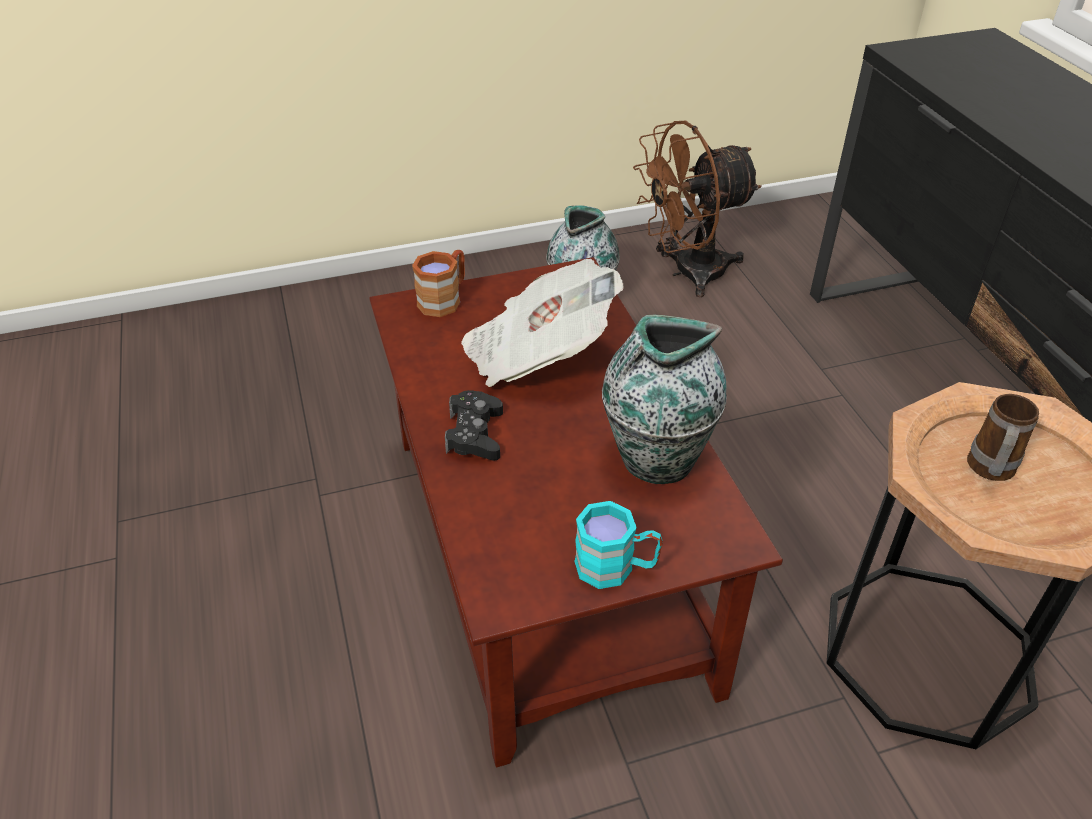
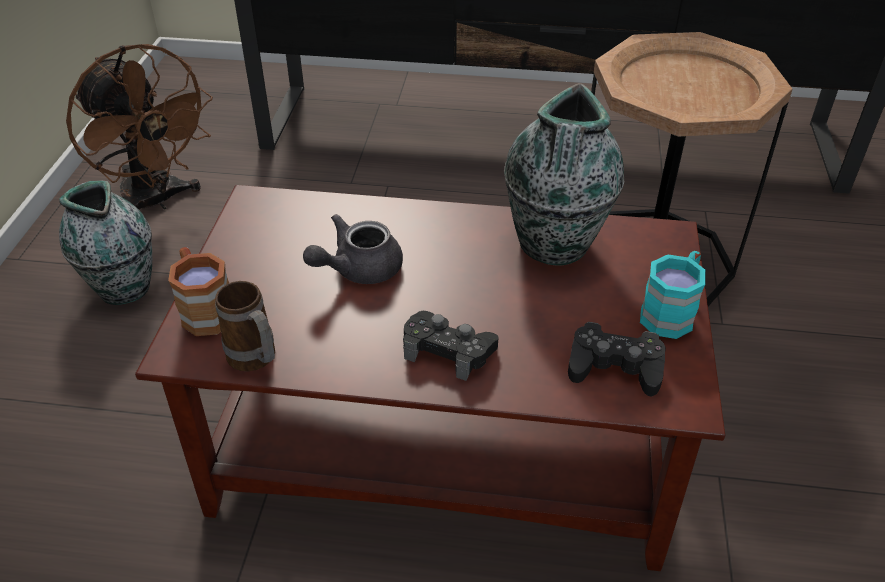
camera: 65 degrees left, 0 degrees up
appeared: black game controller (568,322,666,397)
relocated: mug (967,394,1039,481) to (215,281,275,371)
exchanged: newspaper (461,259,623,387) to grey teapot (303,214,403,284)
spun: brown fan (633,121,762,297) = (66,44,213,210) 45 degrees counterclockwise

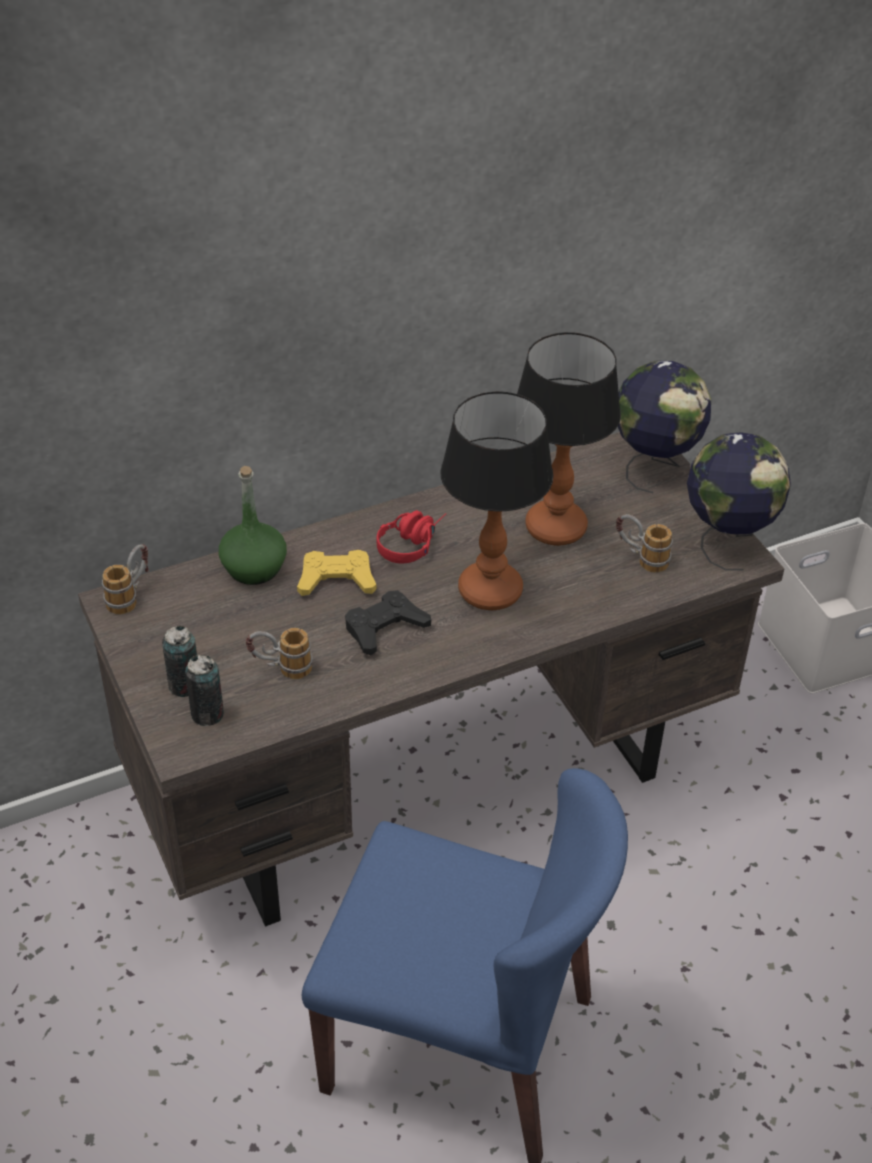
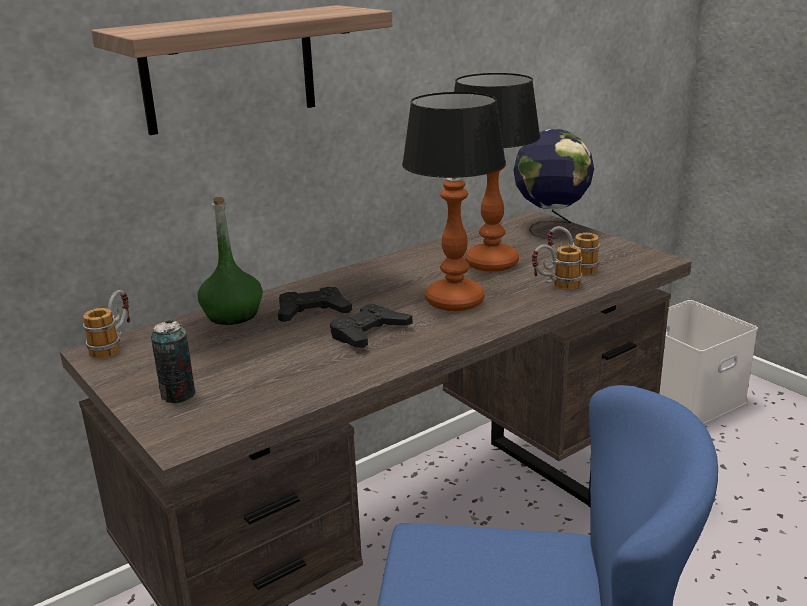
camera: 10 degrees left, 20 degrees down
missing: globe (687,432,791,570); red headphones (377,510,447,563); can (185,654,224,726)
appeared: shelf (91,5,392,135)
relocated: mug (246,628,313,679) to (532,244,582,290)
colour: yellow game controller (297,550,376,596) to black game controller (278,287,352,322)

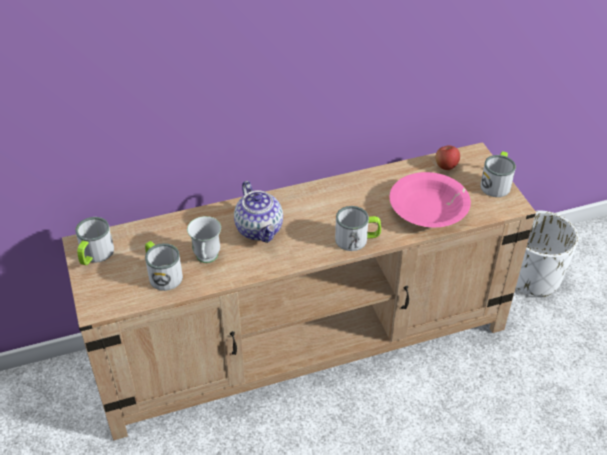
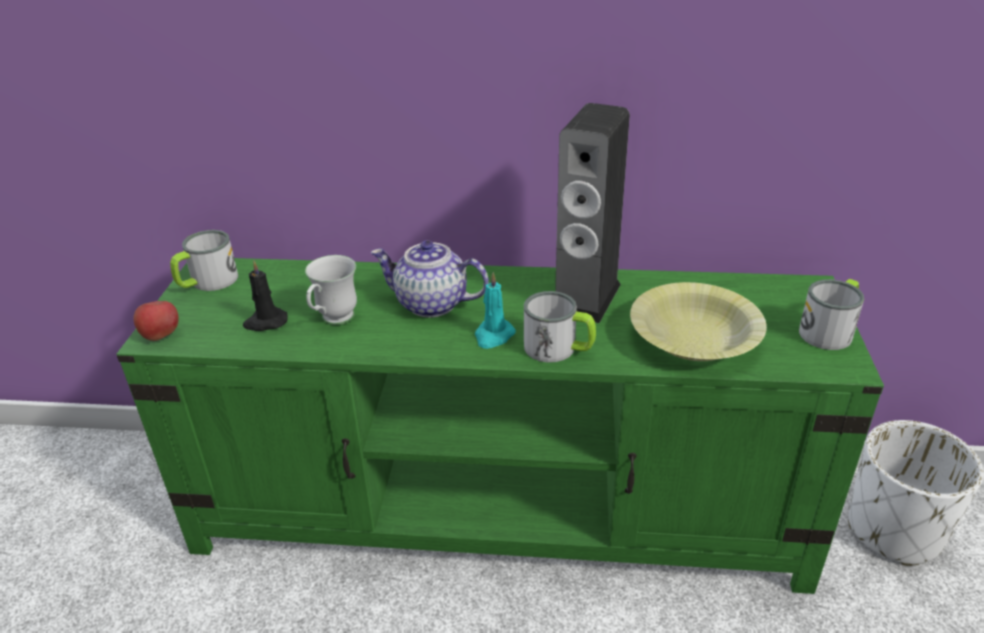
camera: 25 degrees right, 10 degrees down
appeared: speaker (555,103,630,323); turquoise candle (475,272,516,349)
relocated: apple (436,145,460,170) to (134,301,179,341)
exchanged: mug (145,241,183,291) to black candle (243,260,288,331)
colour: beige tv stand (62,142,536,440) to green tv stand (116,258,884,594); pink bowl (390,172,471,227) to yellow bowl (630,282,767,361)
spun: teapot (234,181,283,243) = (371,240,489,318) 105 degrees clockwise

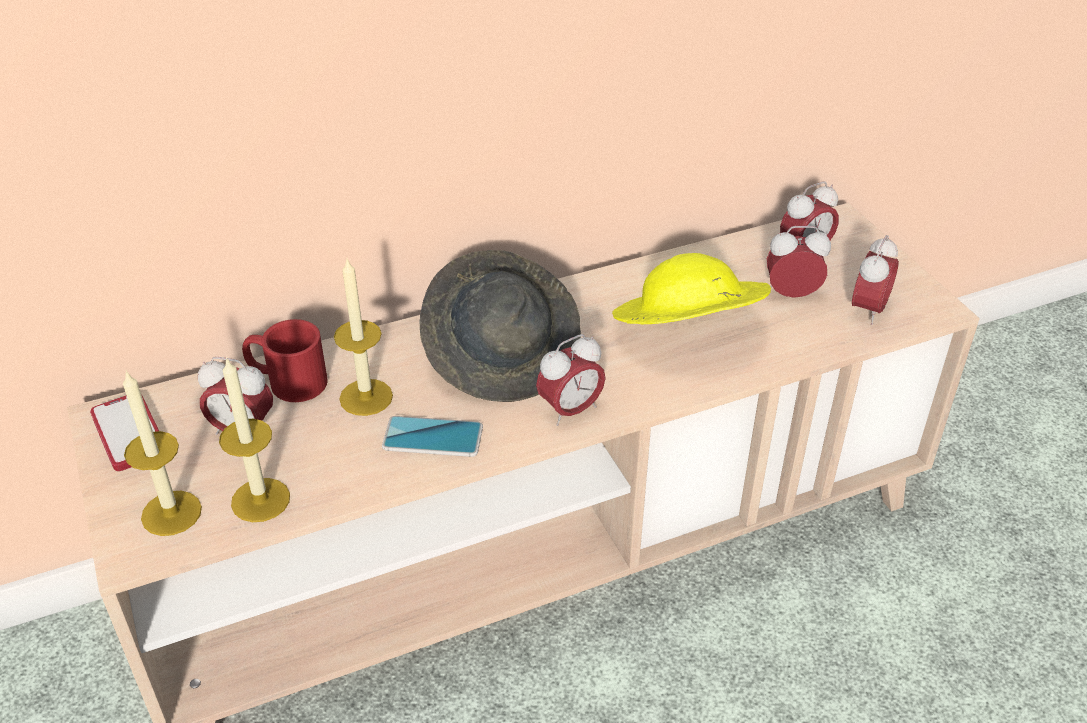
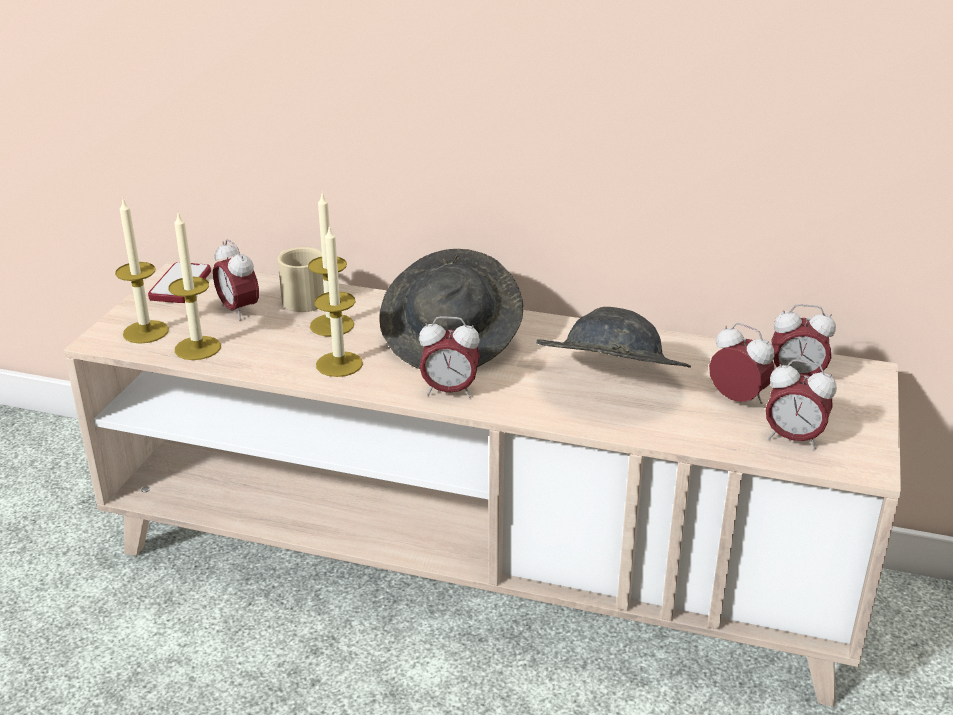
camera: 40 degrees right, 10 degrees down
exchanged: phone (382,416,483,457) to candle (314,225,363,377)
colour: yellow hat (612,253,771,324) to grey hat (536,307,691,368); red mug (242,319,328,402) to beige mug (277,247,324,312)
spun: alarm clock (852,235,899,325) = (766,359,836,450) 45 degrees clockwise

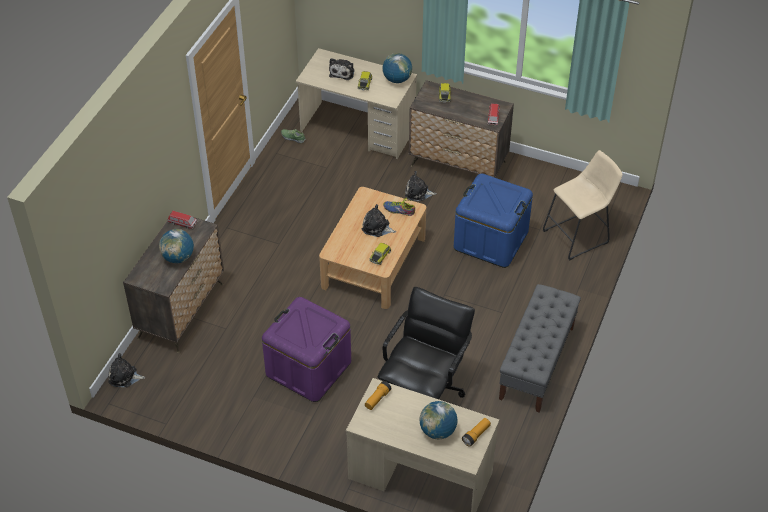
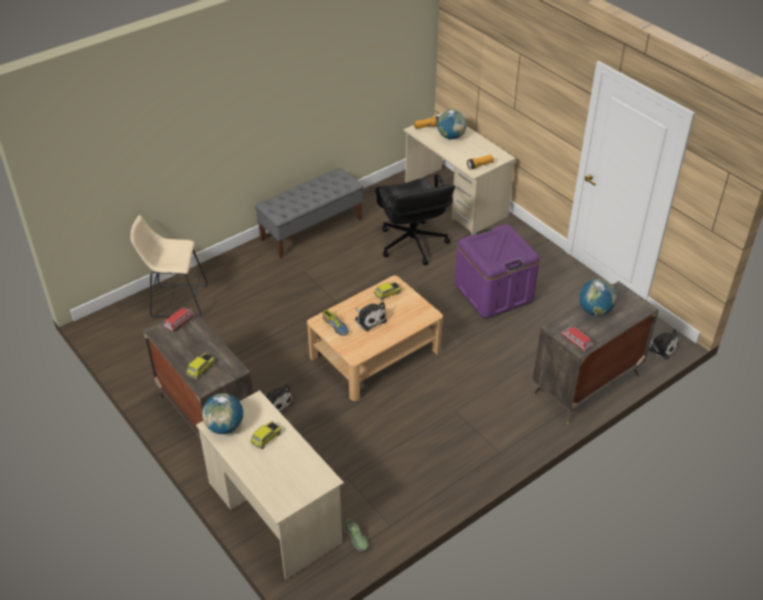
camera: 150 degrees left, 5 degrees down
missing: plush toy (329,58,354,80); blue storage box (454,174,533,268)
spun: black office chair (378,287,475,399) = (375,174,455,265) 75 degrees counterclockwise

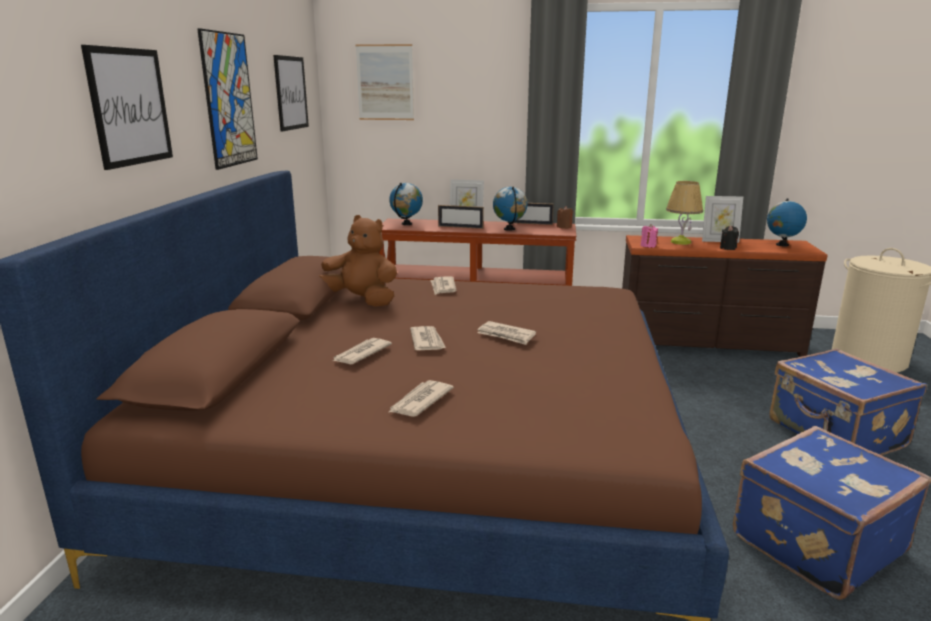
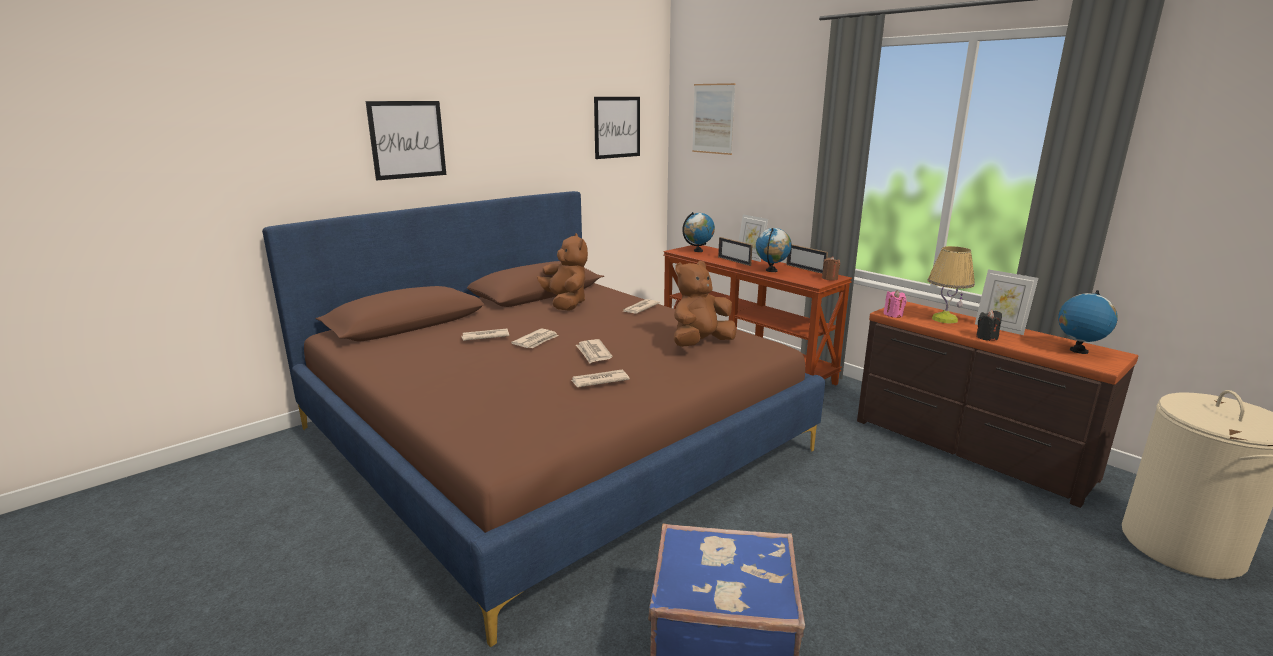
camera: 40 degrees right, 0 degrees up
missing: picture (197,28,258,170); blue suitcase (769,349,927,456)
appeared: brown plush toy (674,261,736,347)
relocated: newspaper (389,380,454,417) to (571,370,630,387)

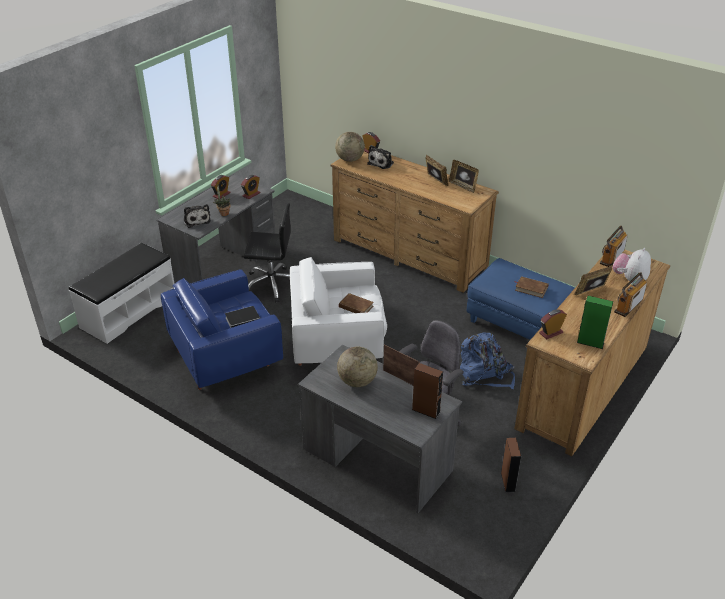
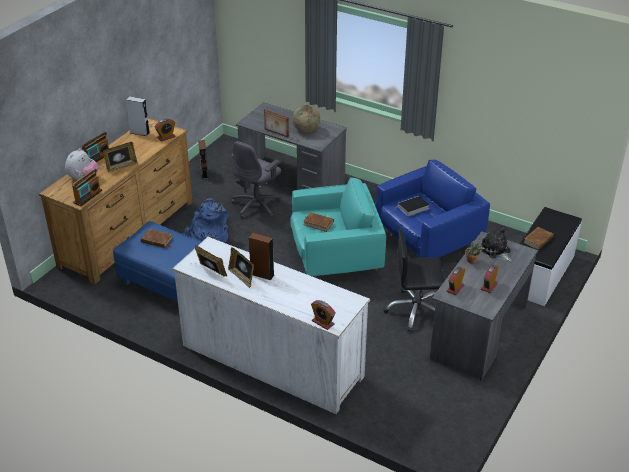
camera: 175 degrees right, 0 degrees up
missing: globe (335,132,365,162); plush toy (367,145,394,169)
appeared: brown book (523,227,553,250)
relocated: brown speaker (412,363,443,419) to (249,233,274,280)
colour: brown dresser (331,151,499,293) to white dresser (172,237,370,414); white armchair (290,257,387,366) to turquoise armchair (290,177,386,277); green speaker (577,296,613,349) to grey speaker (126,96,150,136)

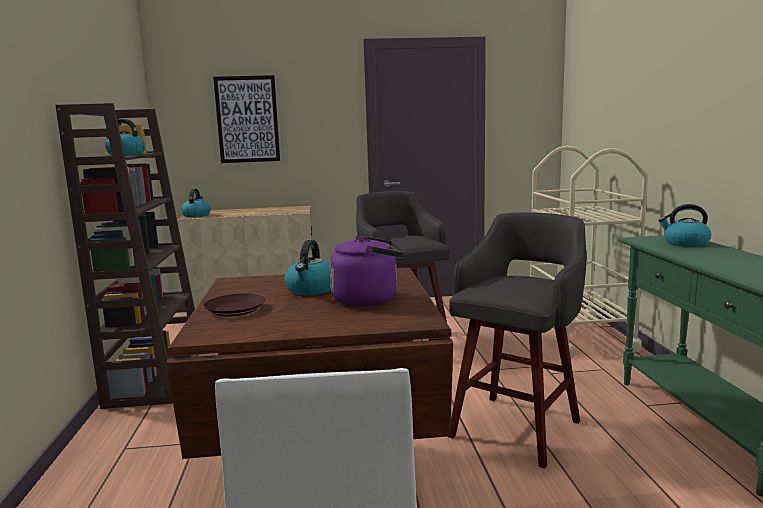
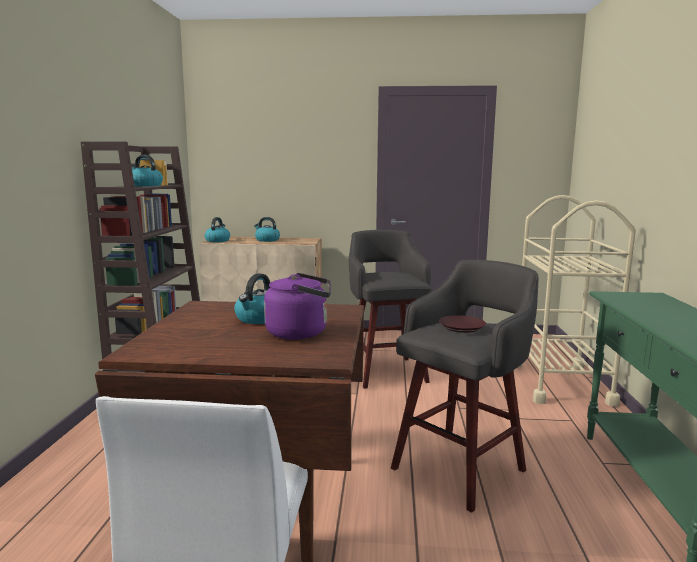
camera: 10 degrees right, 0 degrees up
missing: picture (213,75,280,163)
relocated: kettle (658,204,711,247) to (254,217,280,242); brown plate (204,293,265,316) to (439,315,486,333)

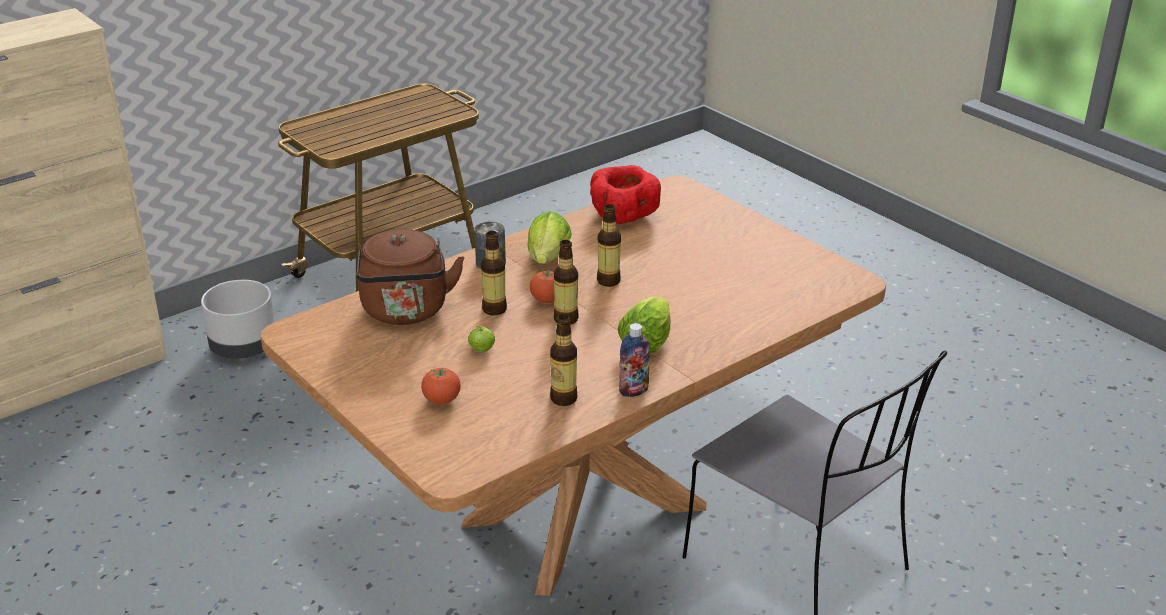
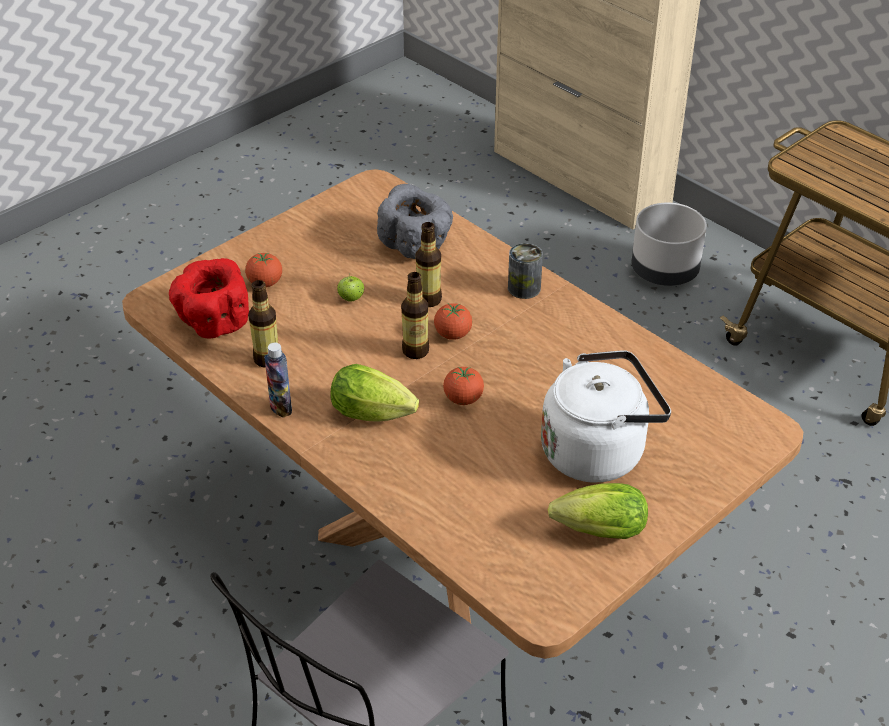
camera: 85 degrees right, 10 degrees up
missing: bottle (597,204,621,287)
appeared: white kettle (541,350,671,482); tomato (443,367,484,405)
relocated: red bowl (590,165,661,224) to (169,258,249,338); lettuce (527,211,572,264) to (548,483,648,539)
exchanged: brown kettle (357,229,464,325) to grey bowl (377,184,453,259)

